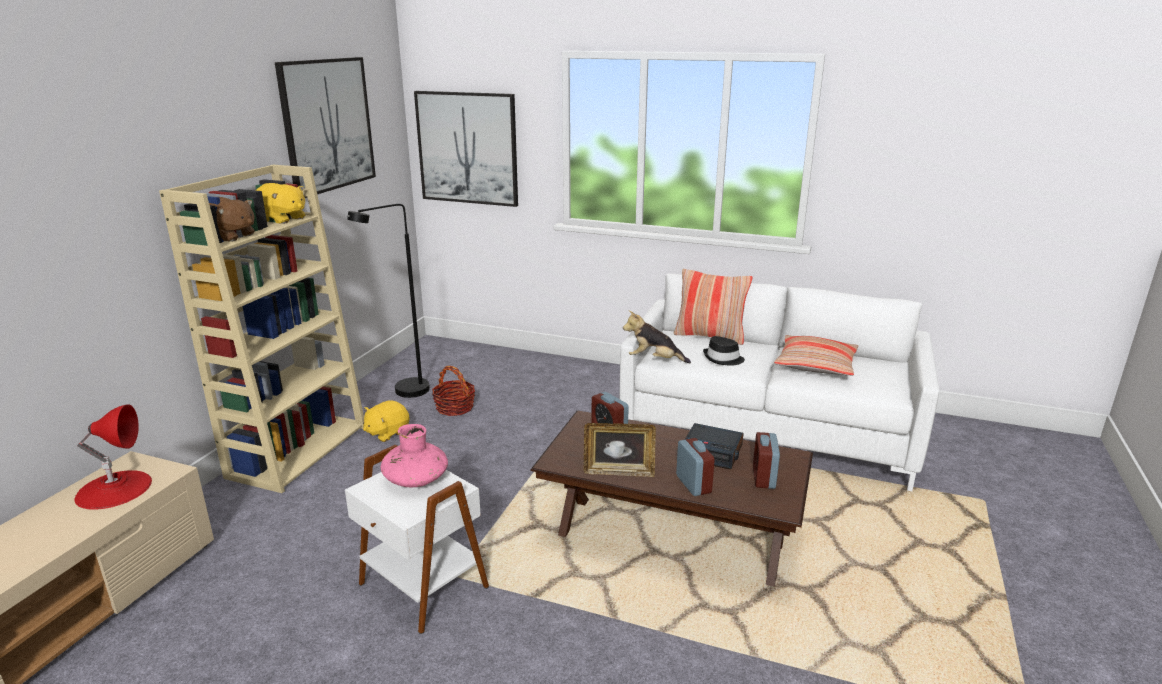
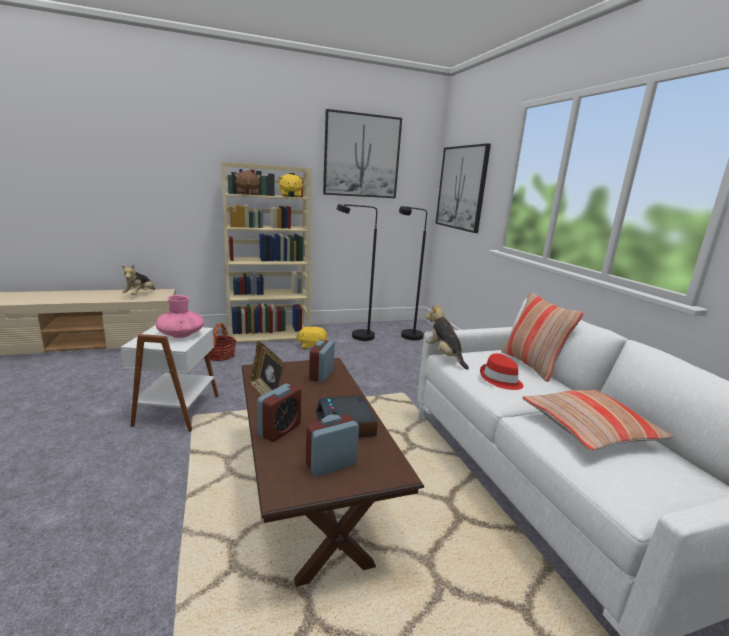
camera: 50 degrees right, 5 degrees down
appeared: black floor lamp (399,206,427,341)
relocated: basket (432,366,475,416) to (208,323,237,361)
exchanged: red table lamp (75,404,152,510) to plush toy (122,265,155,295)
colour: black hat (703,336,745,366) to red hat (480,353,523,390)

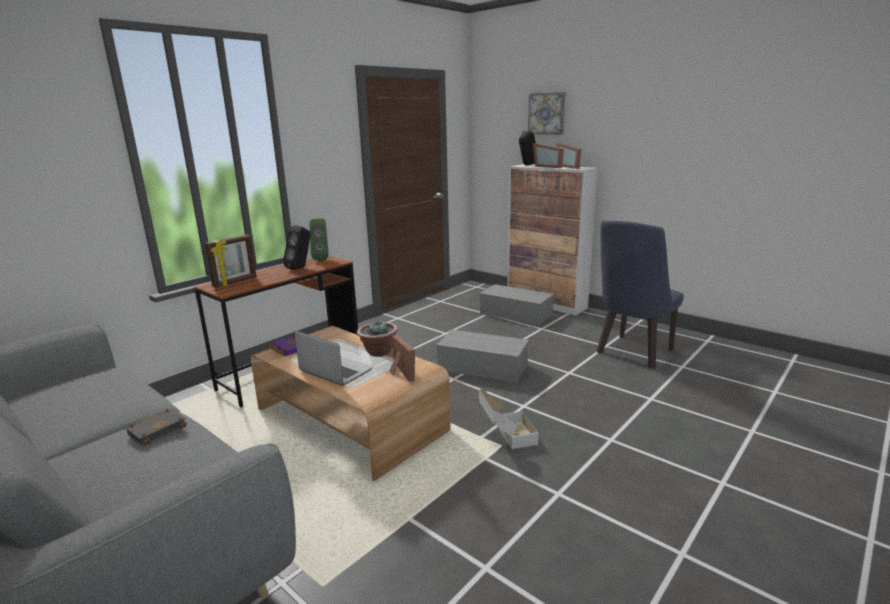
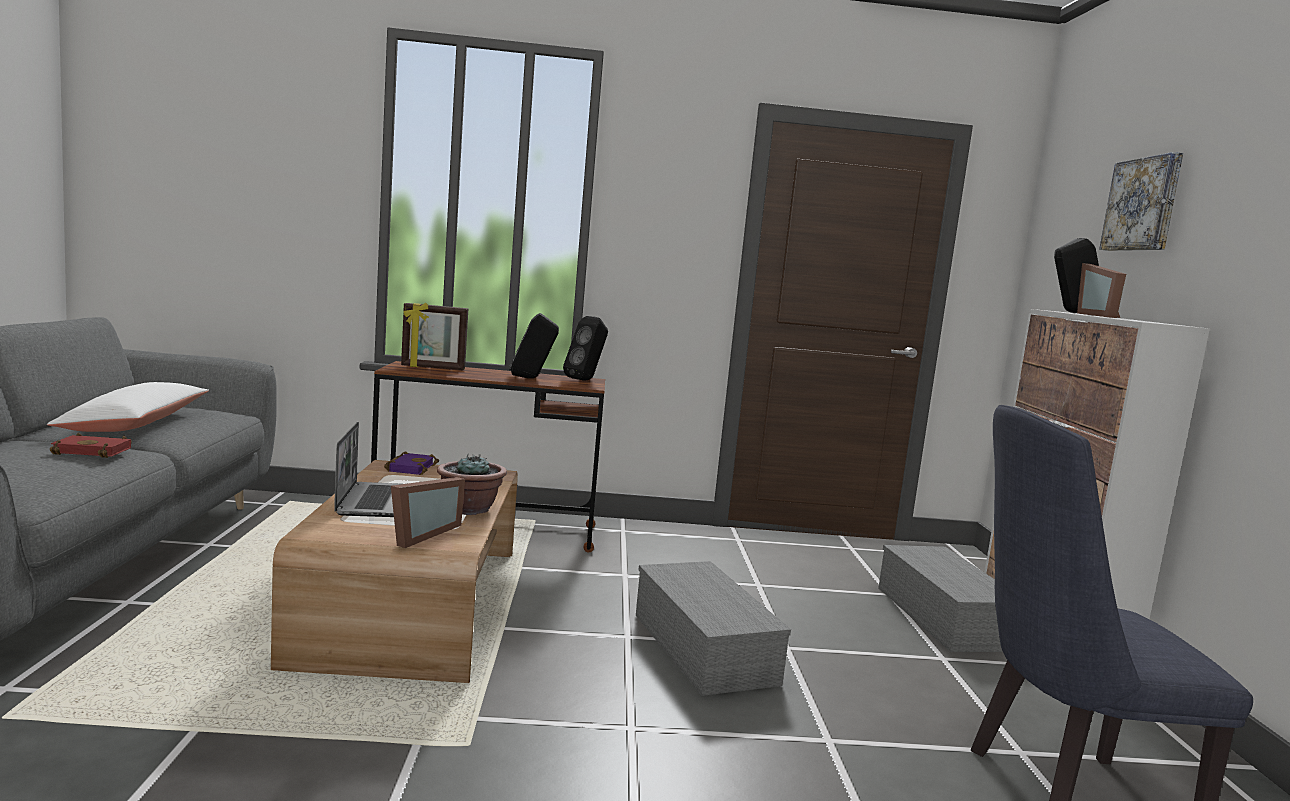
camera: 45 degrees right, 10 degrees down
missing: picture frame (557,143,581,169); cardboard box (479,389,539,449)
appeared: white pillow (47,382,209,432)
colour: green speaker (309,218,329,260) to black speaker (563,316,608,381); black book (126,409,187,446) to red book (50,432,132,458)

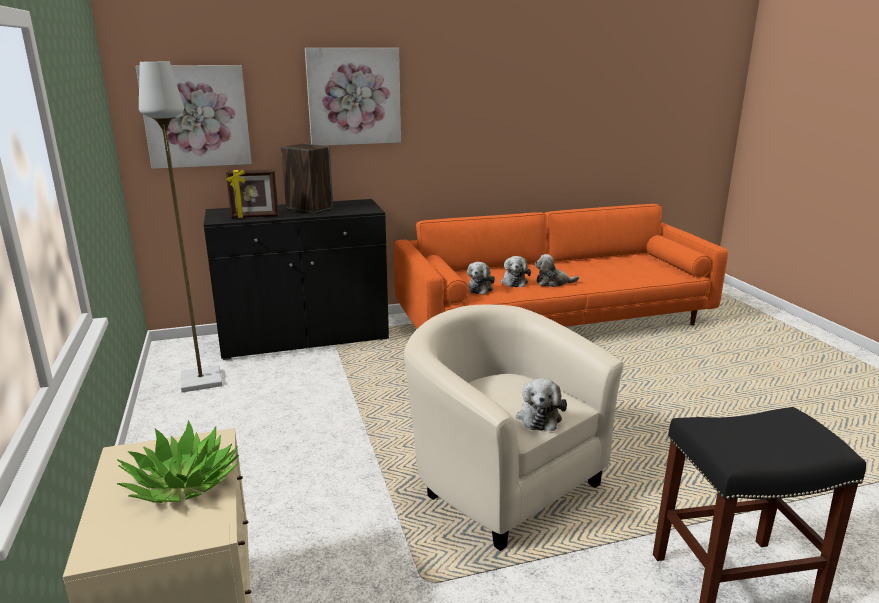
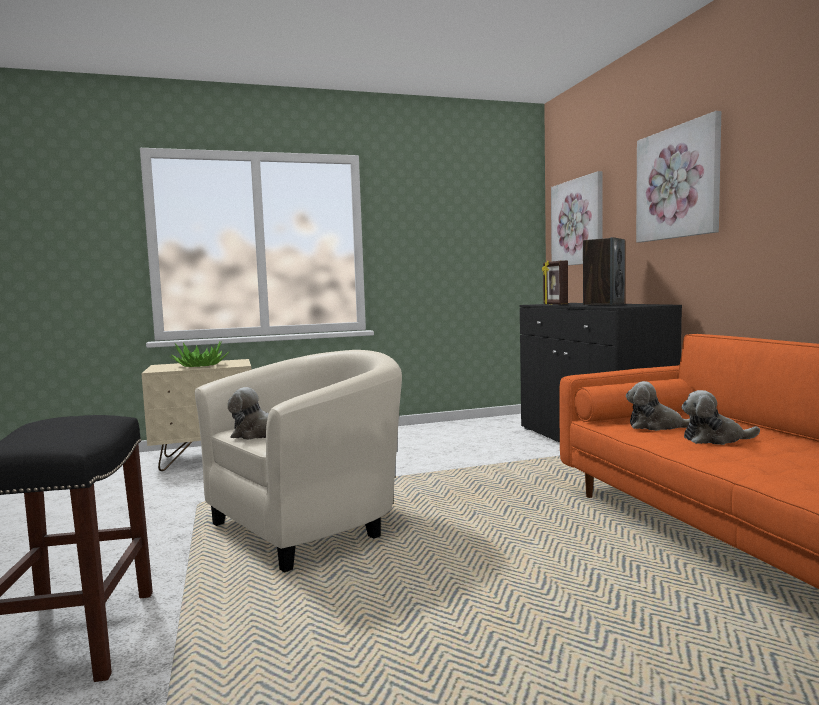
camera: 90 degrees right, 15 degrees down
missing: grey floor lamp (139,61,222,393); plush toy (535,254,579,287)

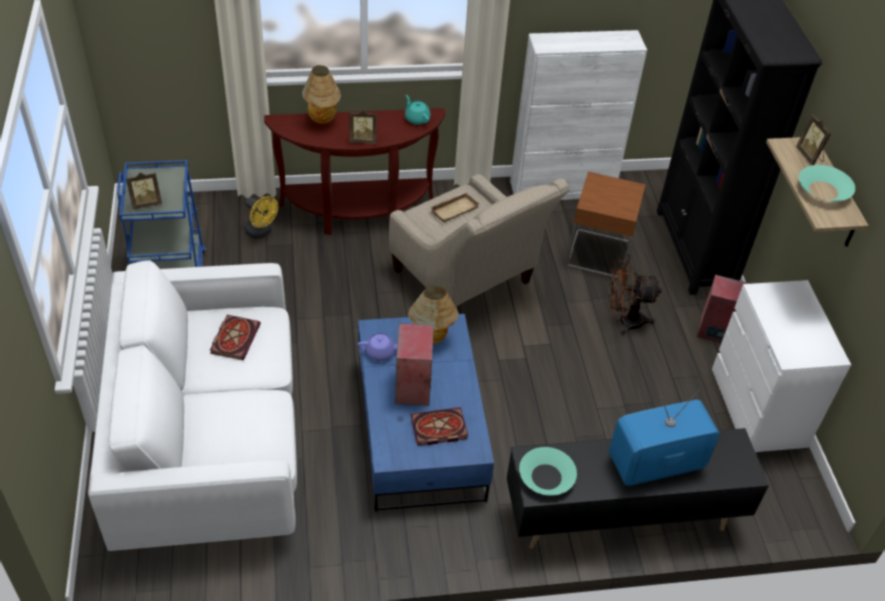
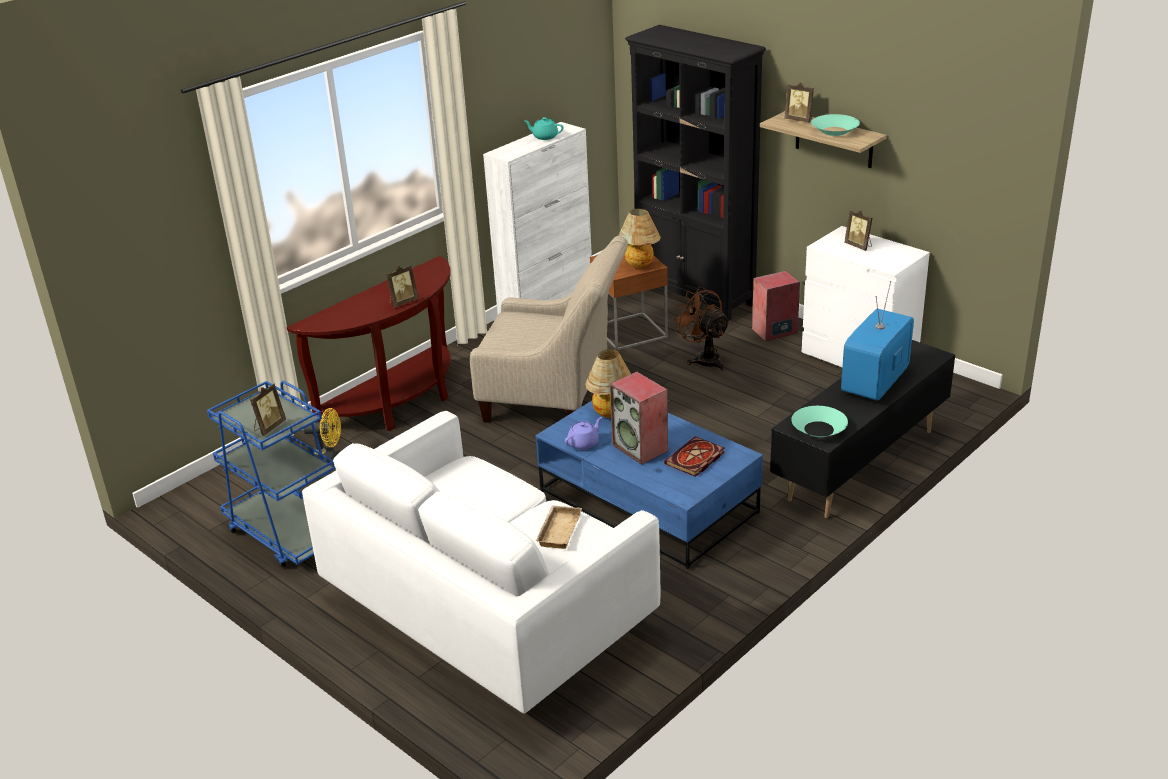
camera: 35 degrees left, 15 degrees down
missing: book (210,315,261,360)
appeared: picture frame (844,210,872,251)
relocated: table lamp (302,65,341,124) to (618,209,661,268); turquoise teapot (405,95,431,125) to (524,117,563,140); beige tray (430,191,480,223) to (536,505,582,549)
spun: brown fan (609,260,662,335) = (672,286,730,371) 90 degrees clockwise

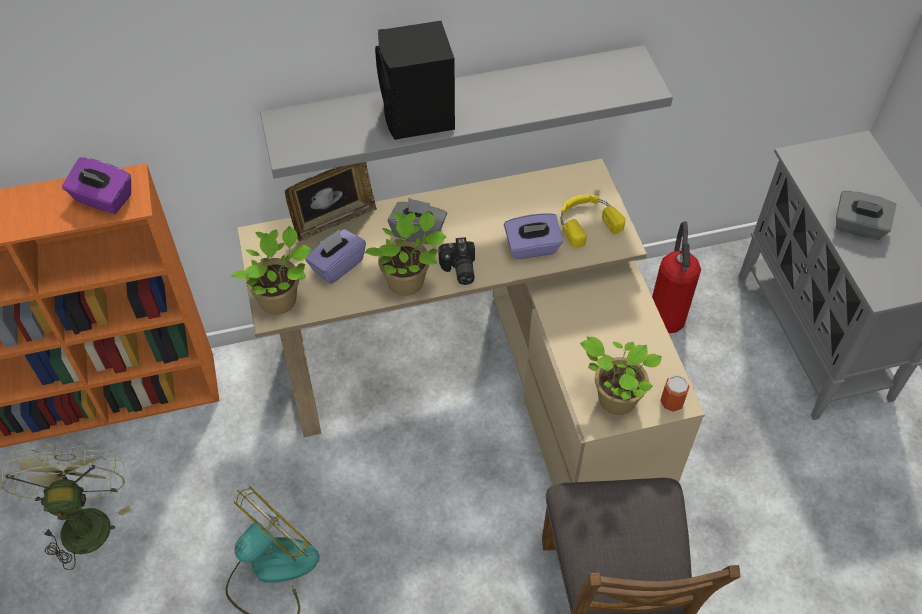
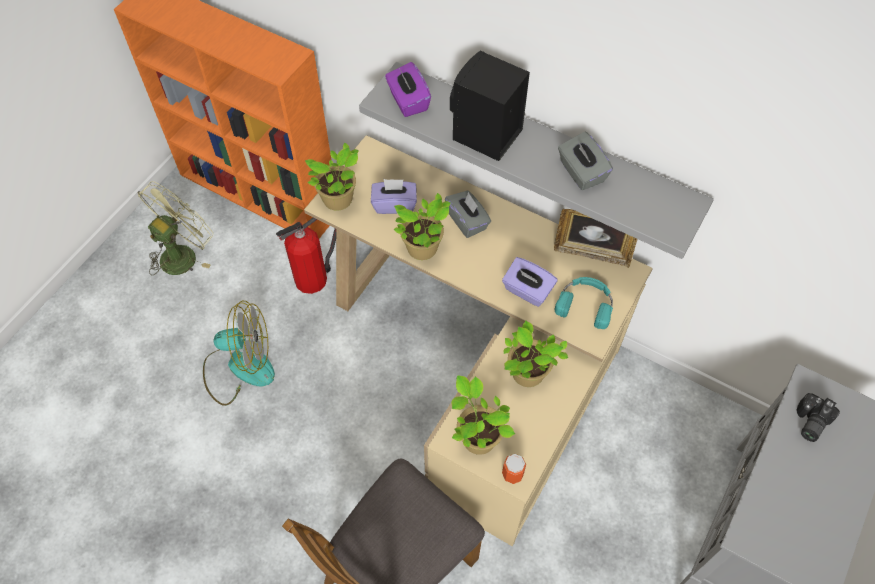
camera: 45 degrees right, 5 degrees up
appeared: potted plant (504,320,568,387)
relocated: purple tissue box (62,157,131,214) to (385,62,431,117); picture frame (285,162,377,241) to (554,209,637,268); grey tissue box (836,191,897,240) to (558,131,613,190); fire extinguisher (652,221,701,333) to (276,217,336,294); photo camera (438,237,475,285) to (797,393,840,442)
colour: yellow headphones (560,195,625,248) to turquoise headphones (555,277,613,329)

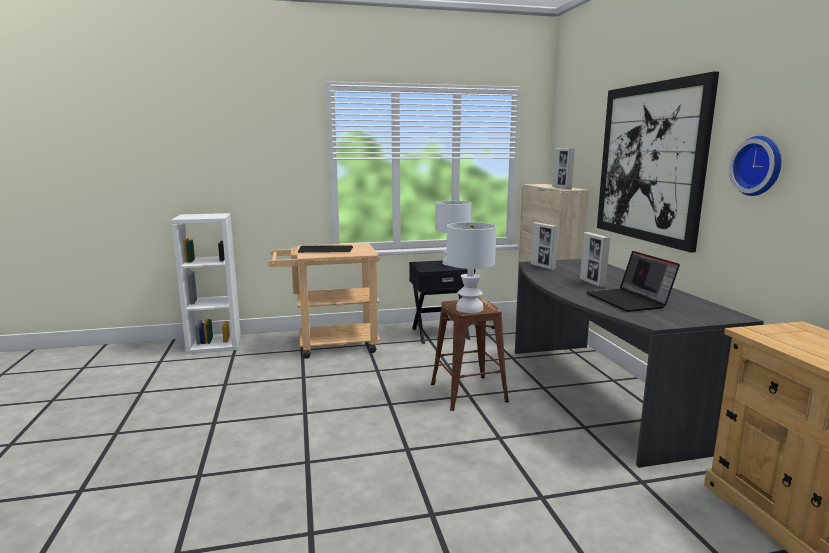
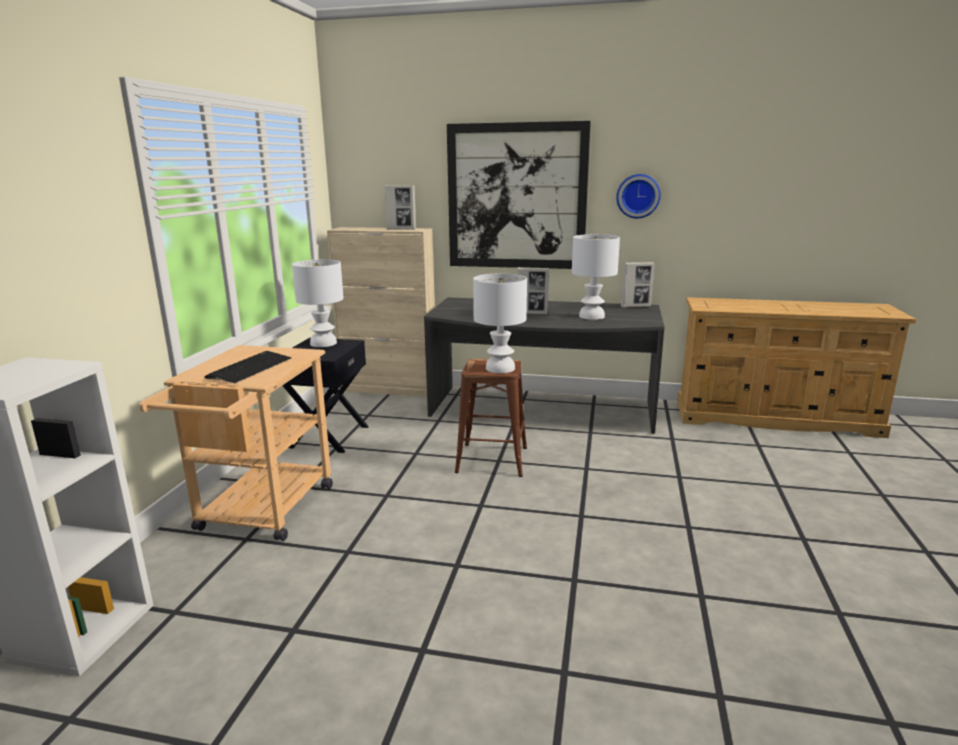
camera: 65 degrees left, 5 degrees up
relocated: picture frame (531,222,559,270) to (621,262,655,308)
exchanged: laptop (586,251,680,312) to white table lamp (572,234,620,320)

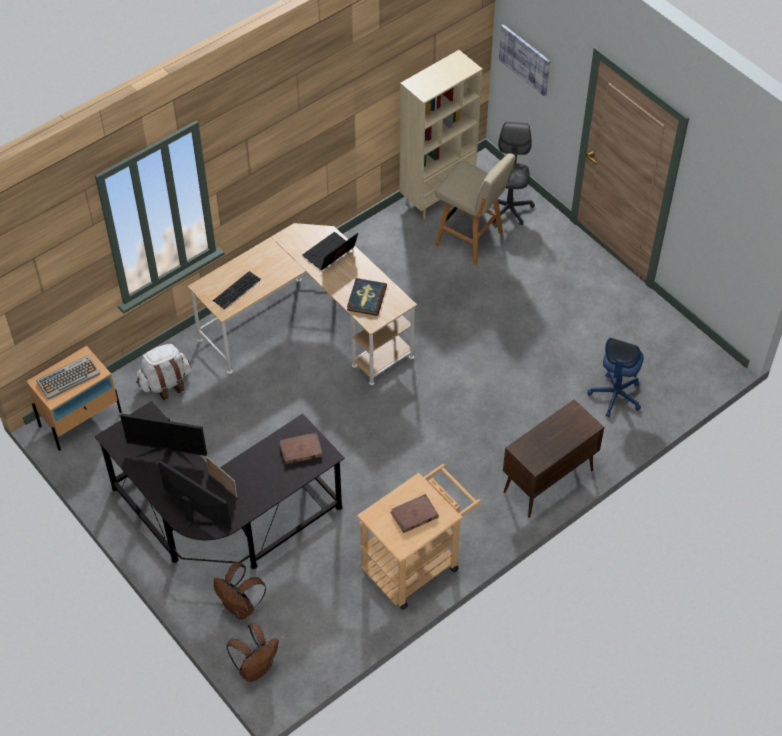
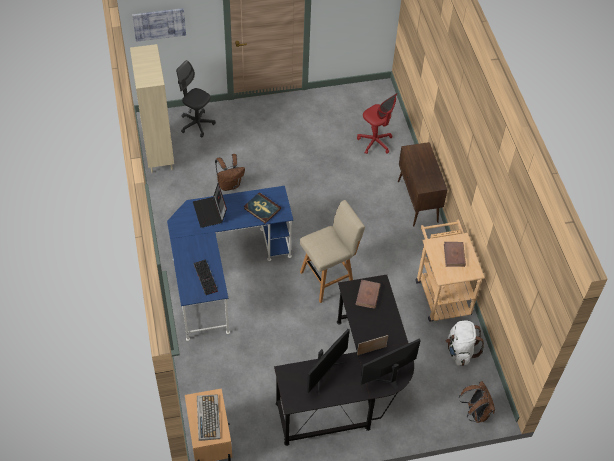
camera: 65 degrees left, 0 degrees up
relocated: beige stool (435,153,516,266) to (300,200,365,303); white backpack (136,344,191,400) to (446,321,484,366); brown backpack (214,562,266,620) to (215,154,245,191)
colour: beige desk (187,223,417,385) to blue desk (167,186,293,341); blue office chair (588,338,643,417) to red office chair (357,93,397,154)

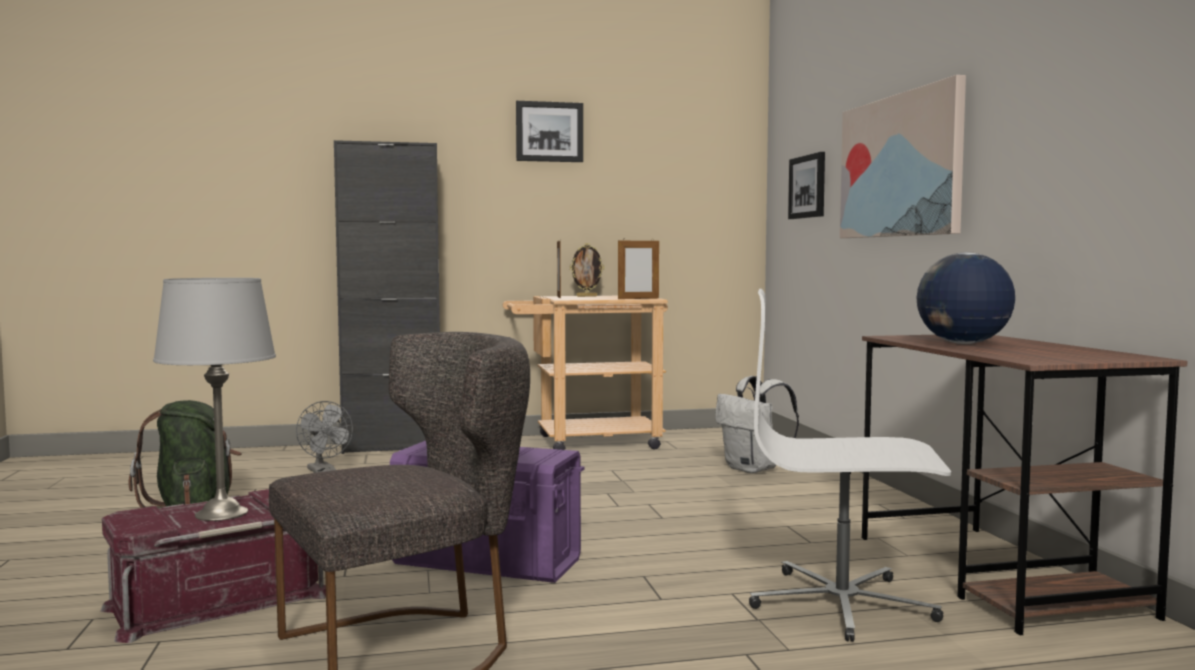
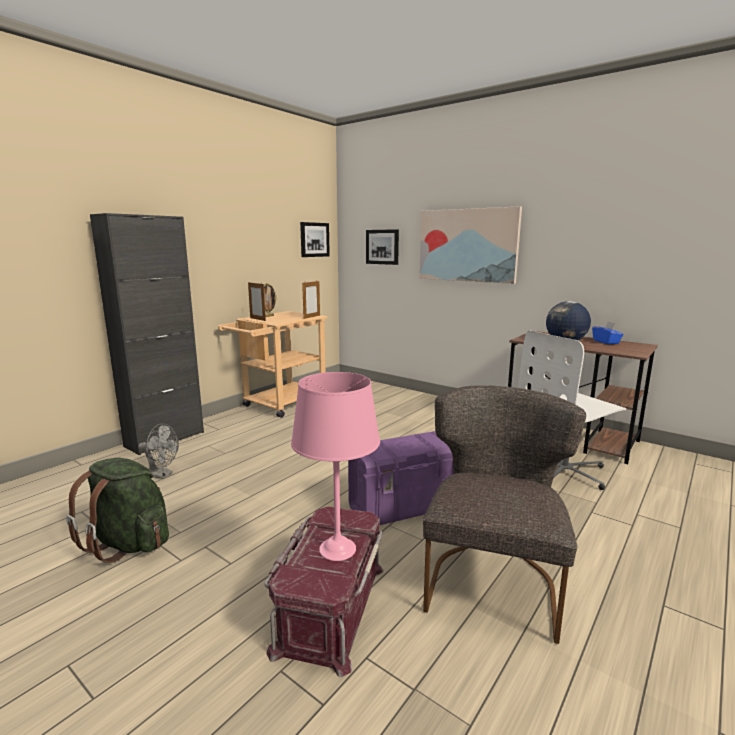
camera: 40 degrees left, 10 degrees up
missing: white backpack (715,376,799,474)
appeared: blue tissue box (592,322,623,344)
relocated: picture (516,101,583,162) to (300,222,330,257)
colour: grey table lamp (153,278,276,521) to pink table lamp (291,372,380,561)

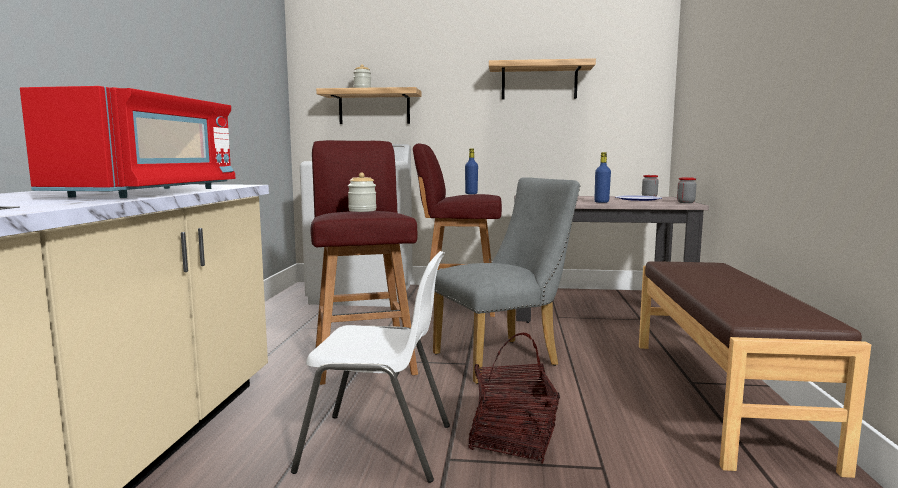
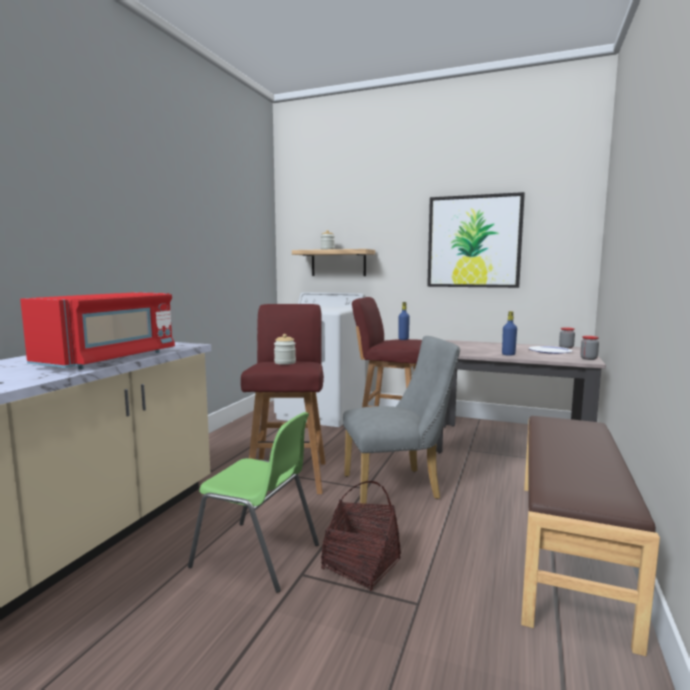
camera: 15 degrees right, 0 degrees up
exchanged: shelf (489,58,596,99) to picture (427,192,525,288)
colour: white chair (291,251,450,483) to green chair (188,412,319,593)

